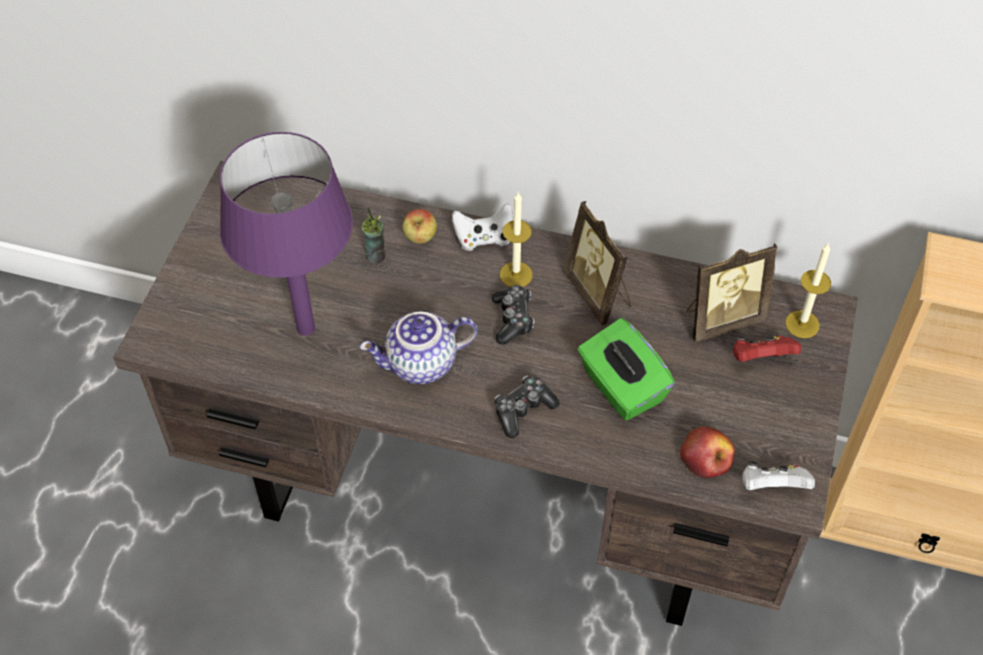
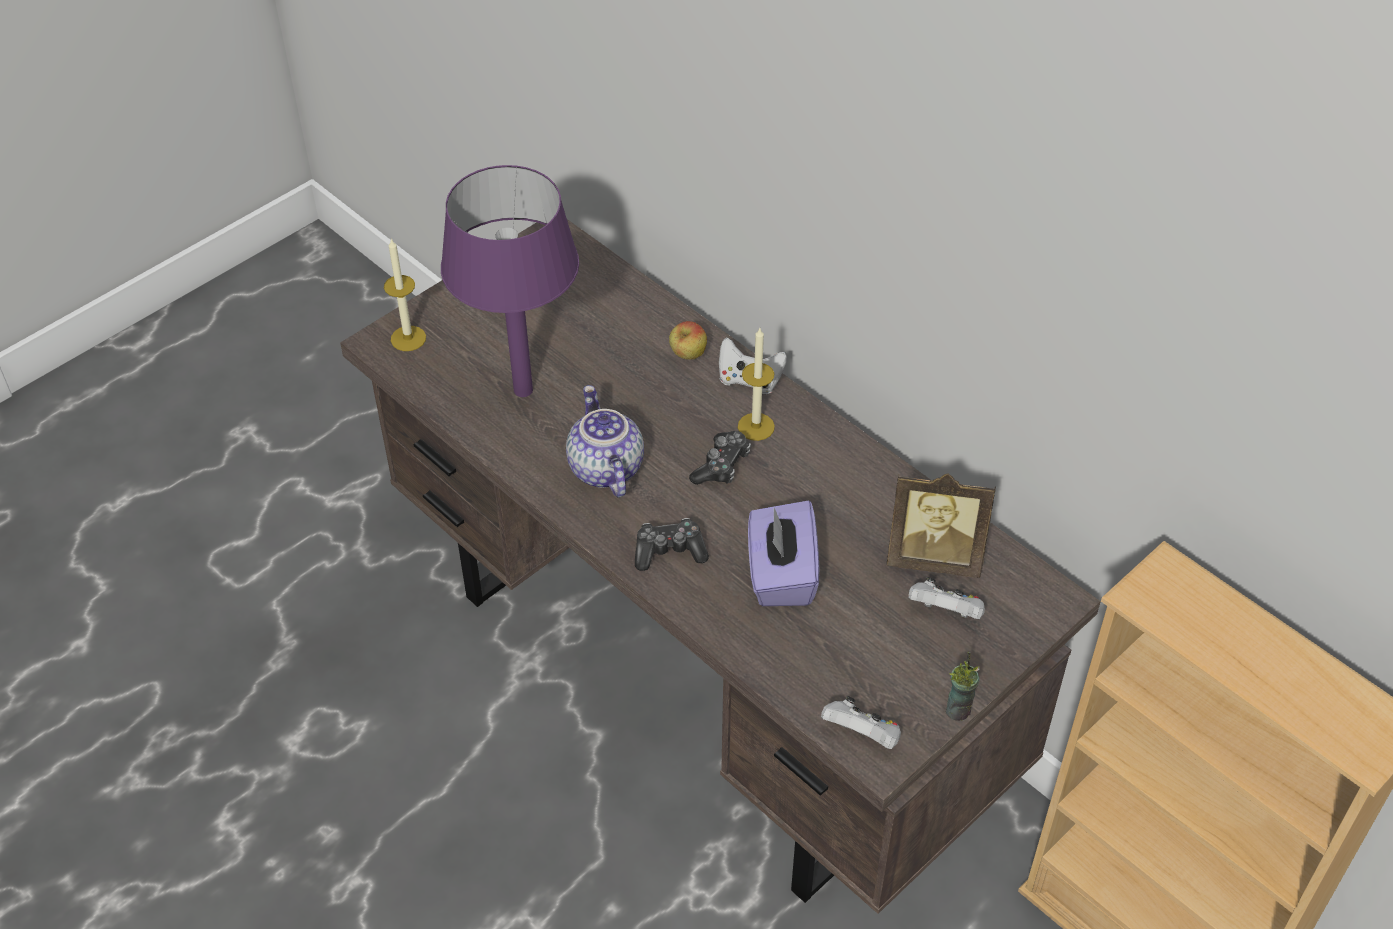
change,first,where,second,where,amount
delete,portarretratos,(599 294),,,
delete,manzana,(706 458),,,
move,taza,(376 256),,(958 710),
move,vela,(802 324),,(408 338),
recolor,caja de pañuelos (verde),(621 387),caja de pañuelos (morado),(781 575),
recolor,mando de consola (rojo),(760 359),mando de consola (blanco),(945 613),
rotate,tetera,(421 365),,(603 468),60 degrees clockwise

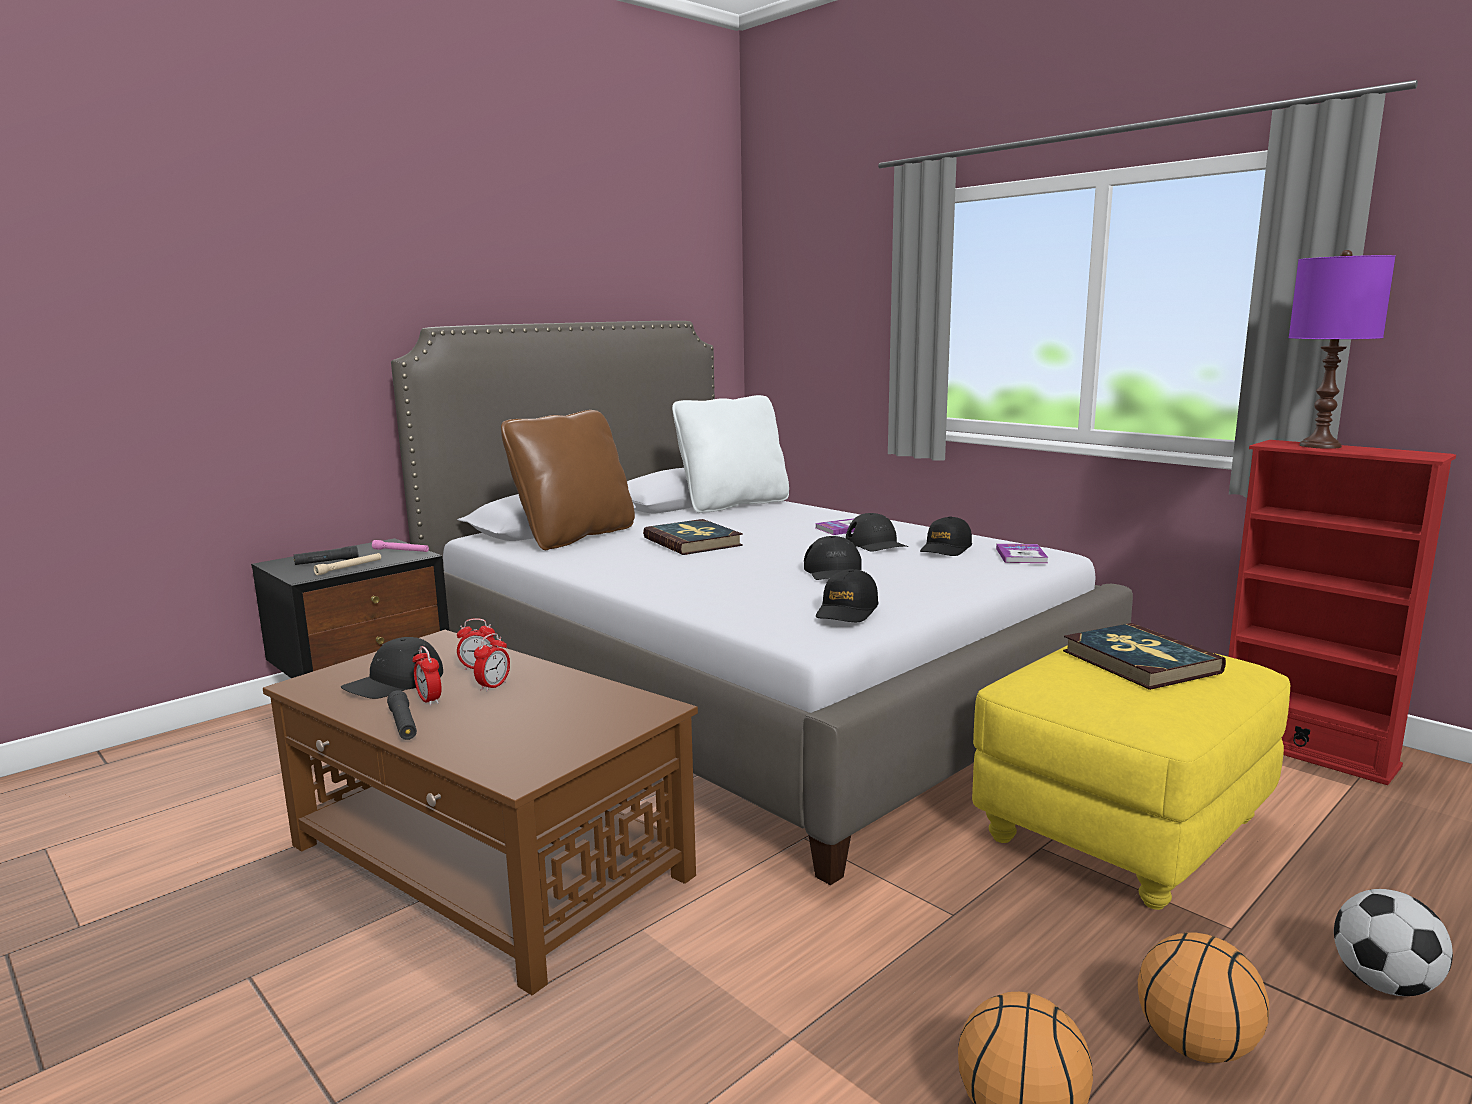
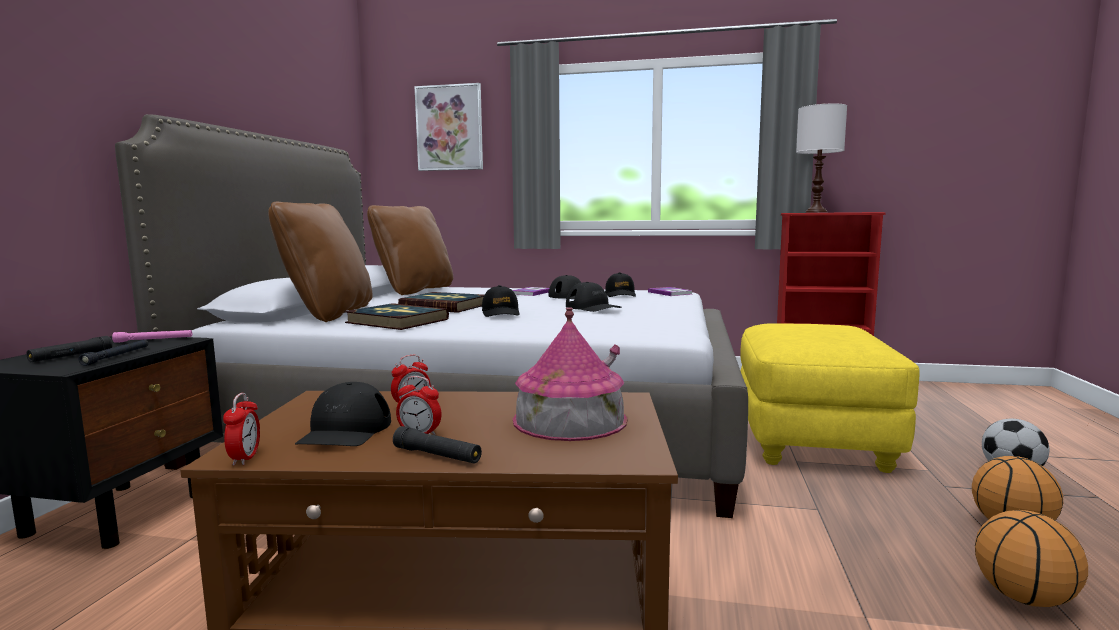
change,first,where,second,where,amount
insert,,,cuadro,(449 128),
insert,,,casita,(569 420),
move,despertador,(493 686),,(245 458),
move,gorra (negro),(847 611),,(501 313),
move,libro,(1139 662),,(396 321),
recolor,linterna (beis),(349 568),linterna (negro),(117 356),
recolor,cojín (blanco),(733 504),cojín (marrón),(414 290),
recolor,lámpara de mesa (morado),(1319 445),lámpara de mesa (blanco),(815 212),

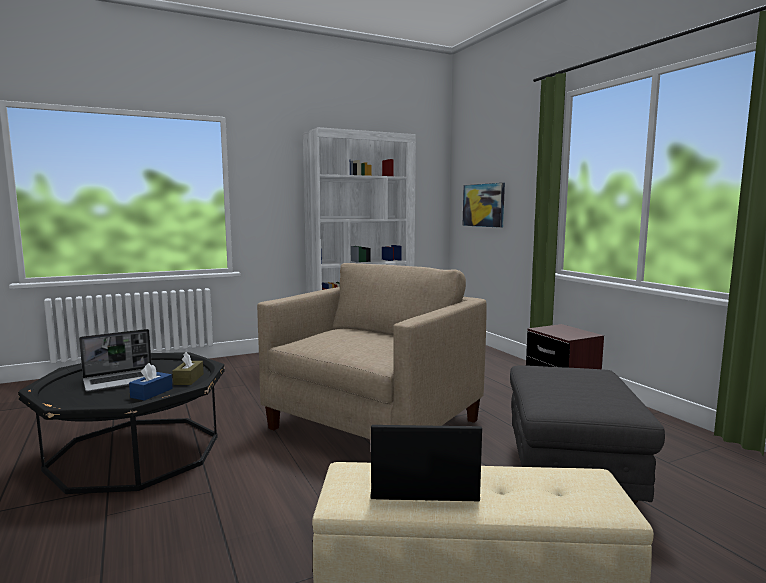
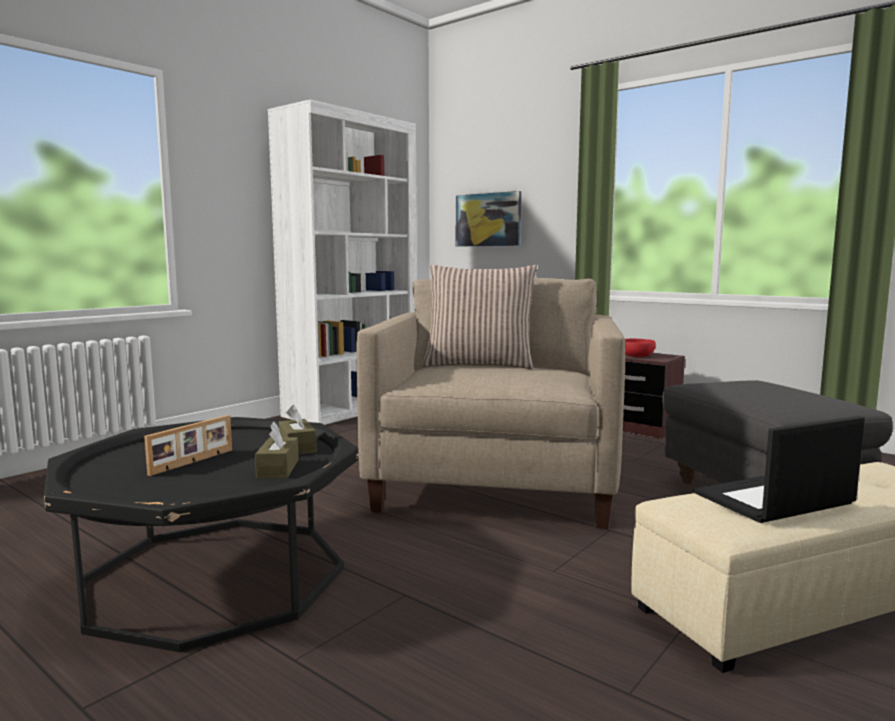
change,first,where,second,where,amount
insert,,,cojín,(479 364),
insert,,,cuenco (rojo),(636 356),
replace,portátil,(122 381),portarretratos,(193 462),
recolor,caja de pañuelos (azul),(151 393),caja de pañuelos (marrón),(278 468),

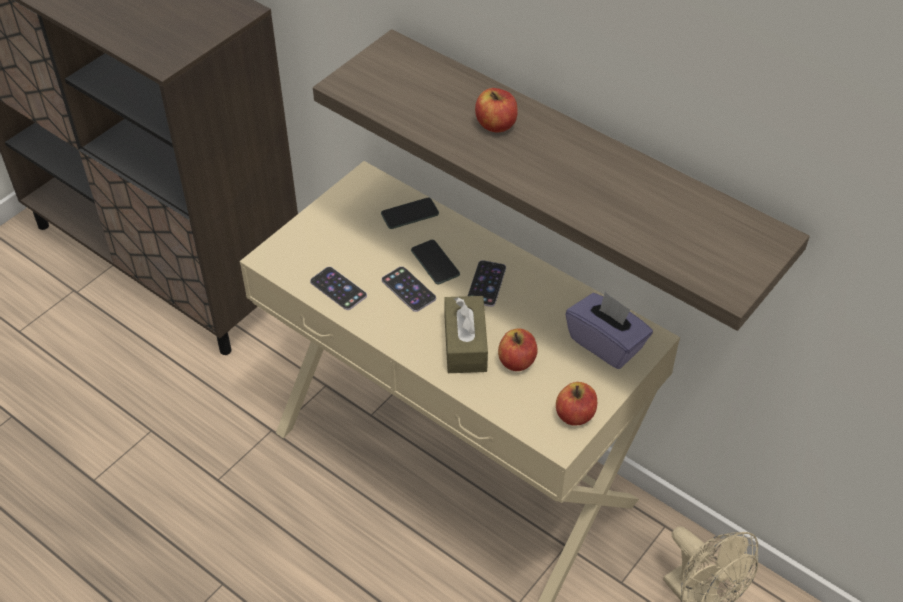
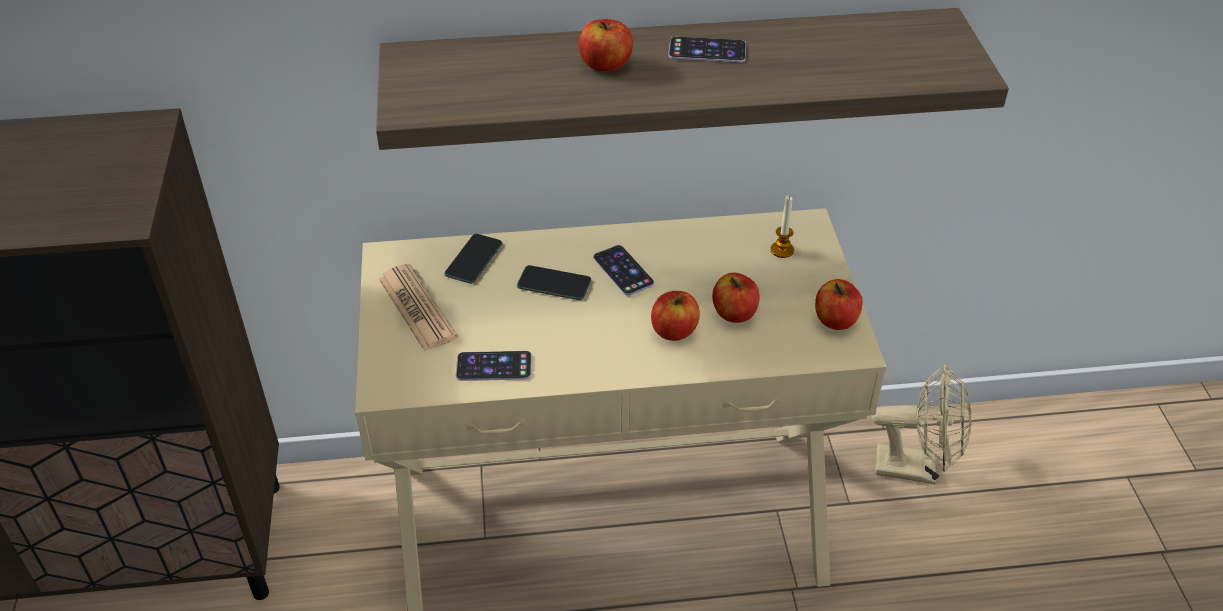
change,first,where,second,where,amount
insert,,,periódico,(417 308),
move,móvil,(408 289),,(707 50),
replace,caja de pañuelos (marrón),(465 344),manzana,(674 330),
replace,caja de pañuelos (morado),(606 343),vela,(782 250),

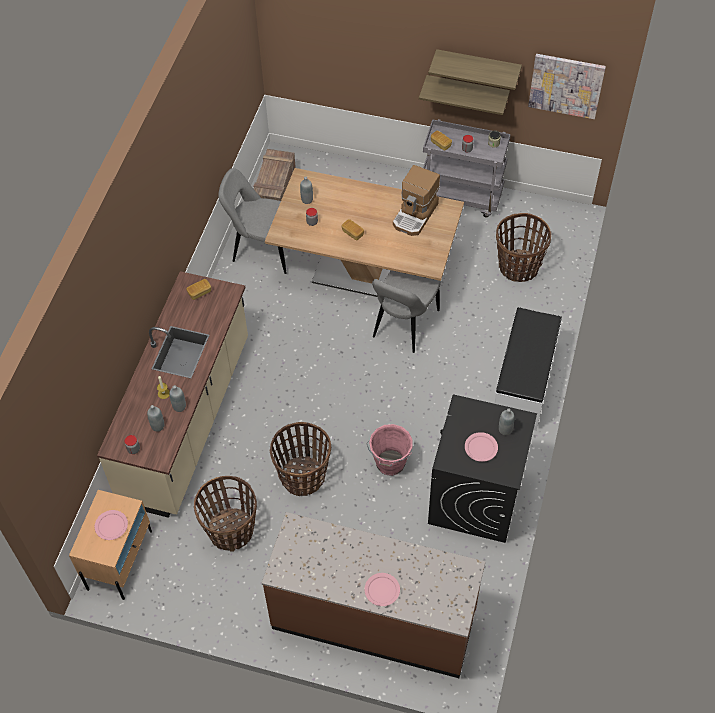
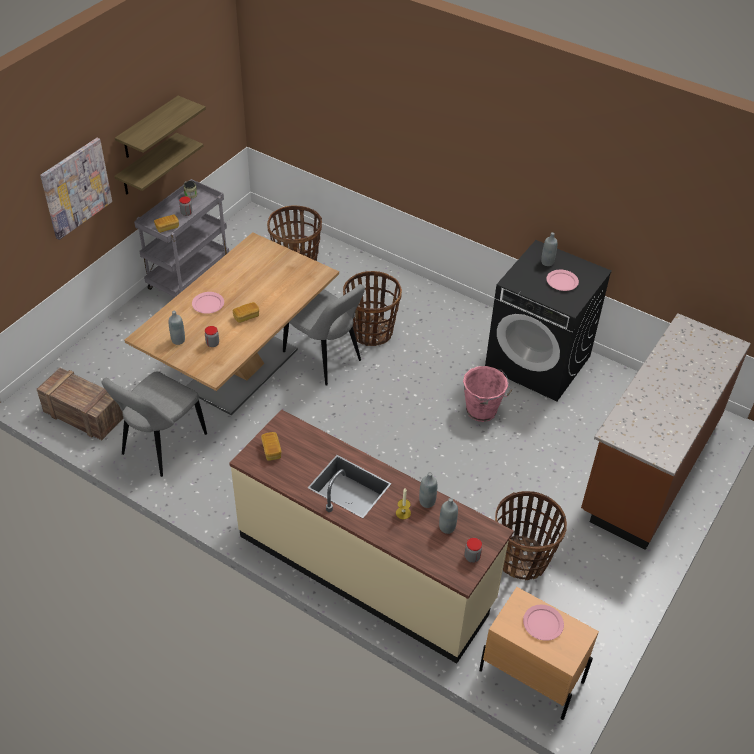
change,first,where,second,where,amount
delete,cafetera,(415 215),,,
delete,banco (blanco),(524 383),,,
move,cesta,(303 476),,(371 332),
move,plato (rosa),(382 590),,(208 304),
move,cuadro,(566 85),,(76 188),

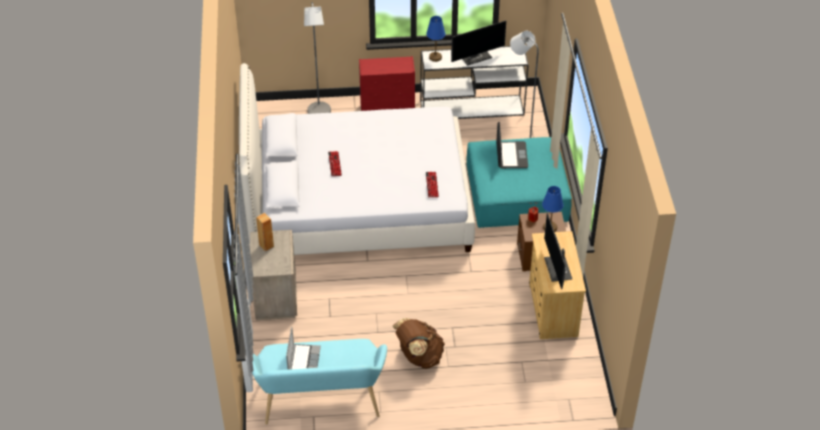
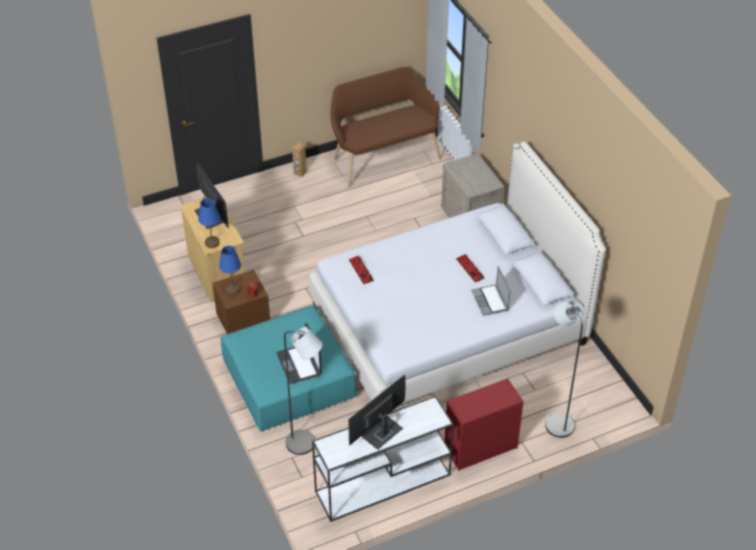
change,first,where,second,where,amount
delete,mochila (marrón),(419 357),,,
move,altavoz (marrón),(266 245),,(300 173),
move,portátil,(303 360),,(490 301),
move,lámpara de mesa (azul),(435 57),,(212 243),
recolor,banco (turquesa),(321 403),banco (marrón),(383 157),

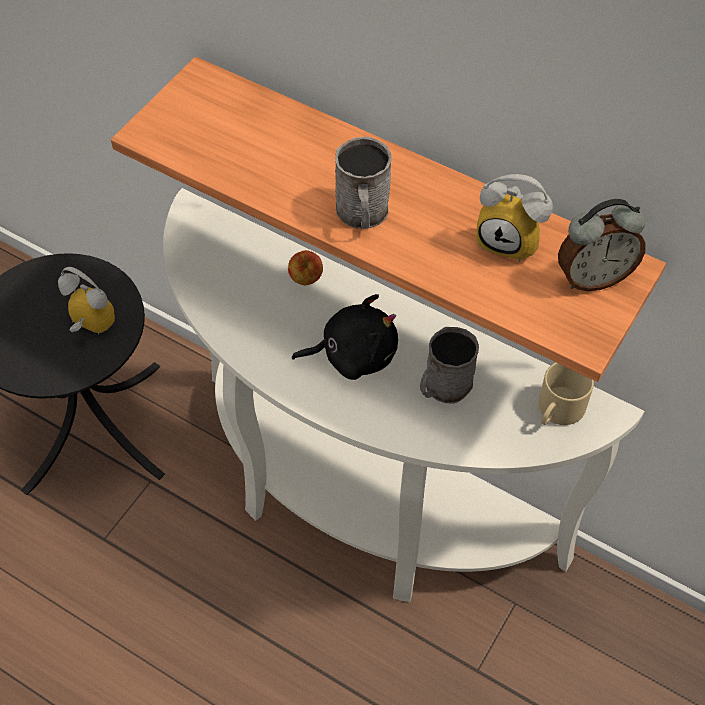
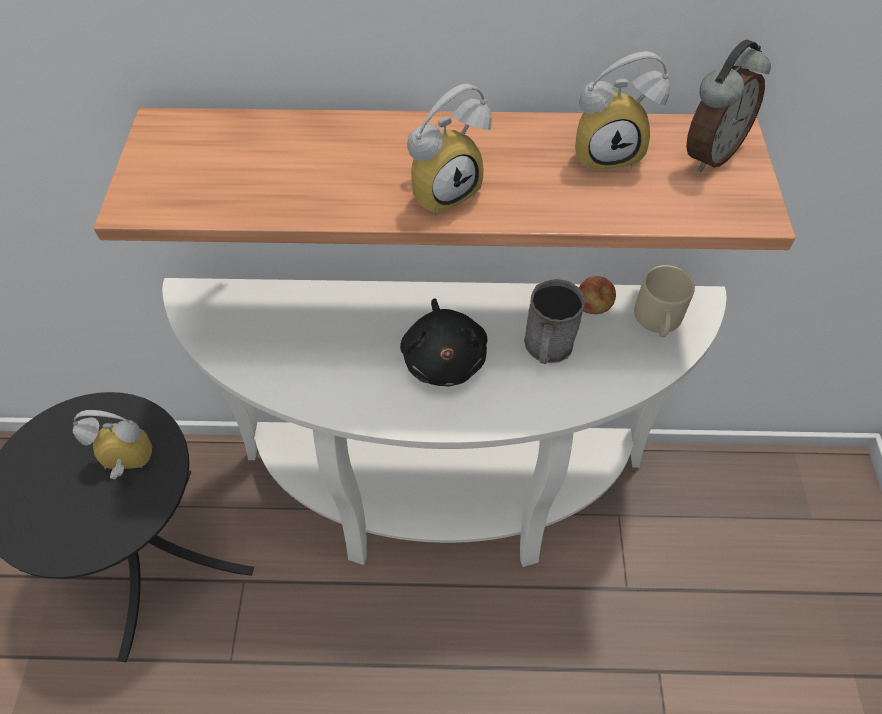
change,first,where,second,where,amount
move,manzana,(305 279),,(592 307),
replace,taza grande (gris),(363 214),despertador,(443 189),
rotate,peluche (negro),(353 355),,(444 358),120 degrees clockwise

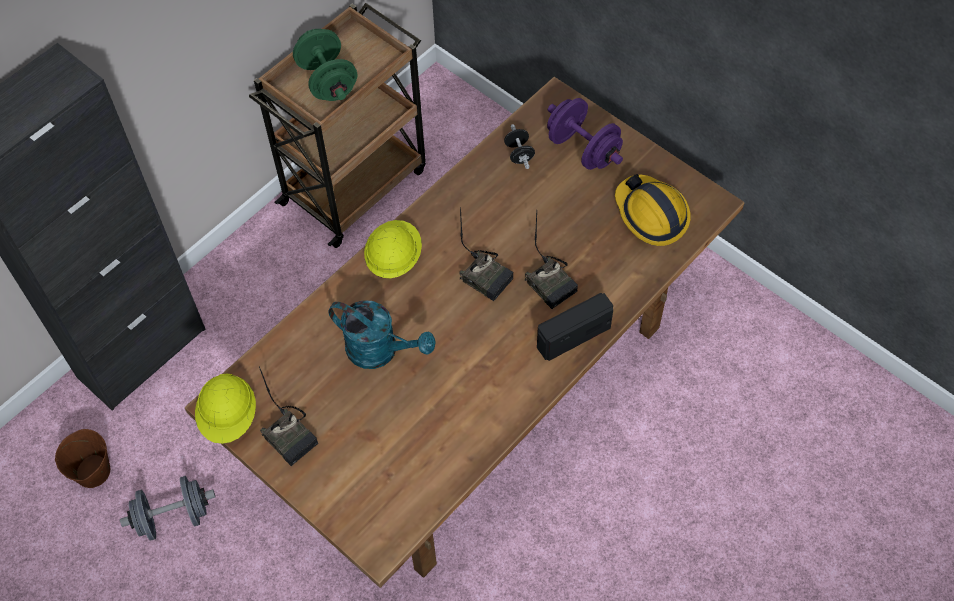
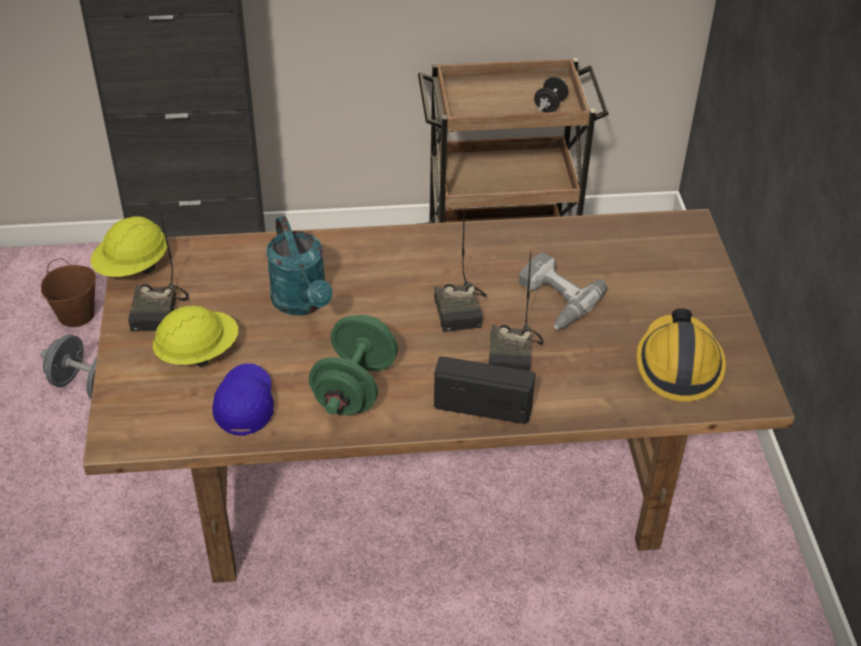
change,first,where,second,where,amount
delete,mancuerna (morado),(583 149),,,
insert,,,gorra (azul),(245 406),
insert,,,taladro,(553 300),
move,mancuerna (verde),(327 81),,(354 388),
move,casco (amarillo),(393 258),,(198 353),
move,mancuerna (negro),(519 154),,(550 106),

